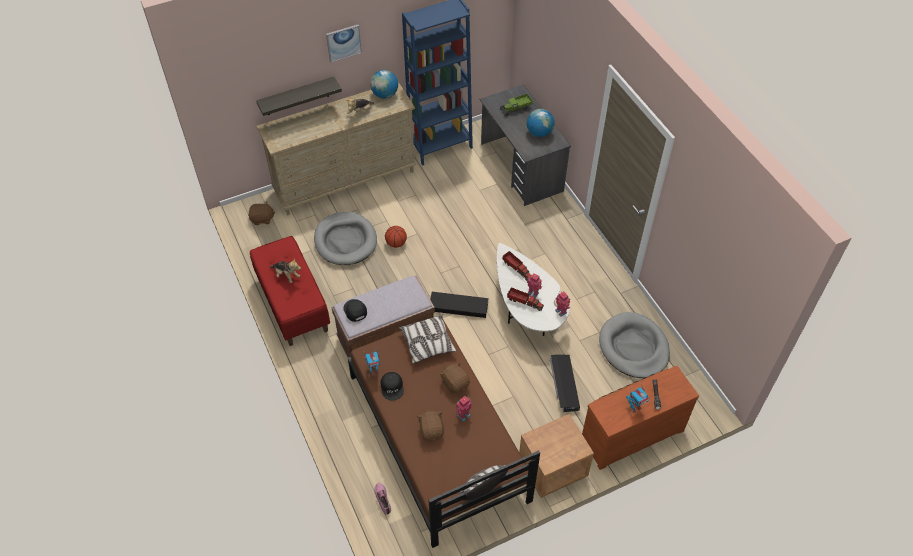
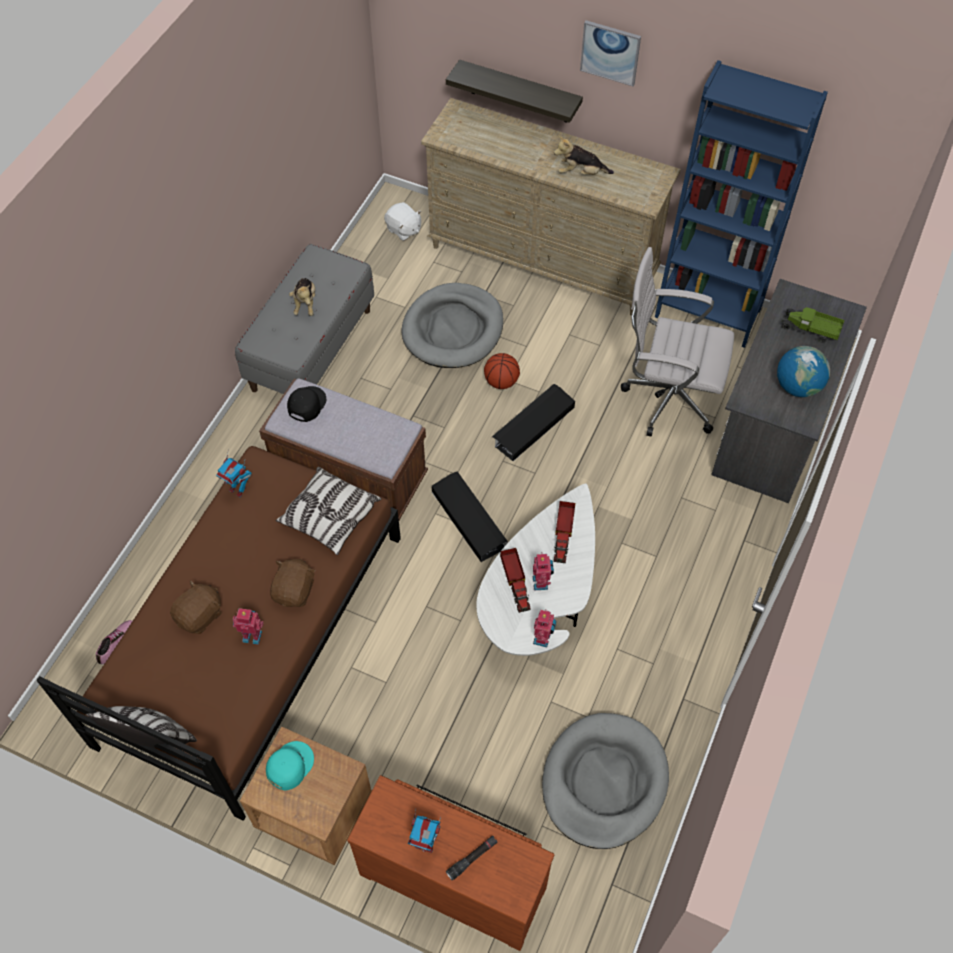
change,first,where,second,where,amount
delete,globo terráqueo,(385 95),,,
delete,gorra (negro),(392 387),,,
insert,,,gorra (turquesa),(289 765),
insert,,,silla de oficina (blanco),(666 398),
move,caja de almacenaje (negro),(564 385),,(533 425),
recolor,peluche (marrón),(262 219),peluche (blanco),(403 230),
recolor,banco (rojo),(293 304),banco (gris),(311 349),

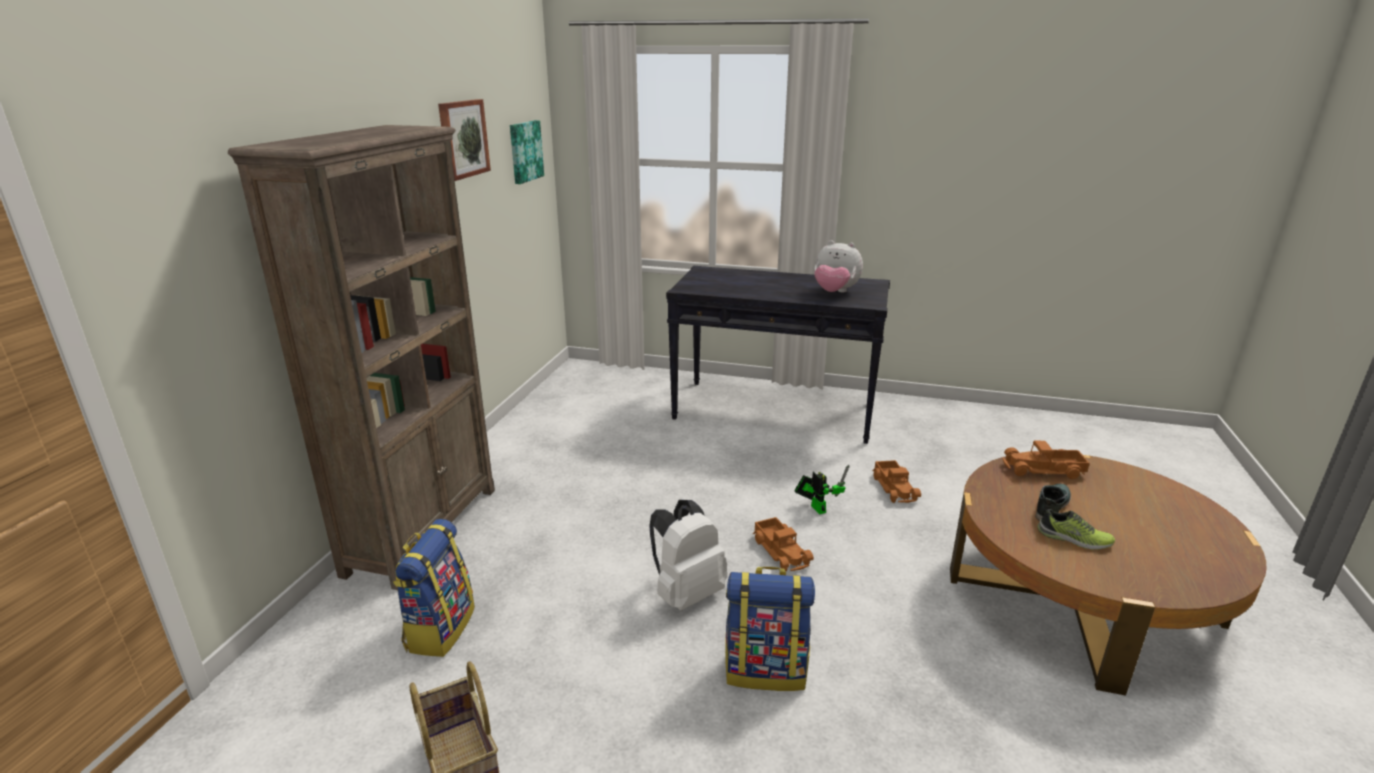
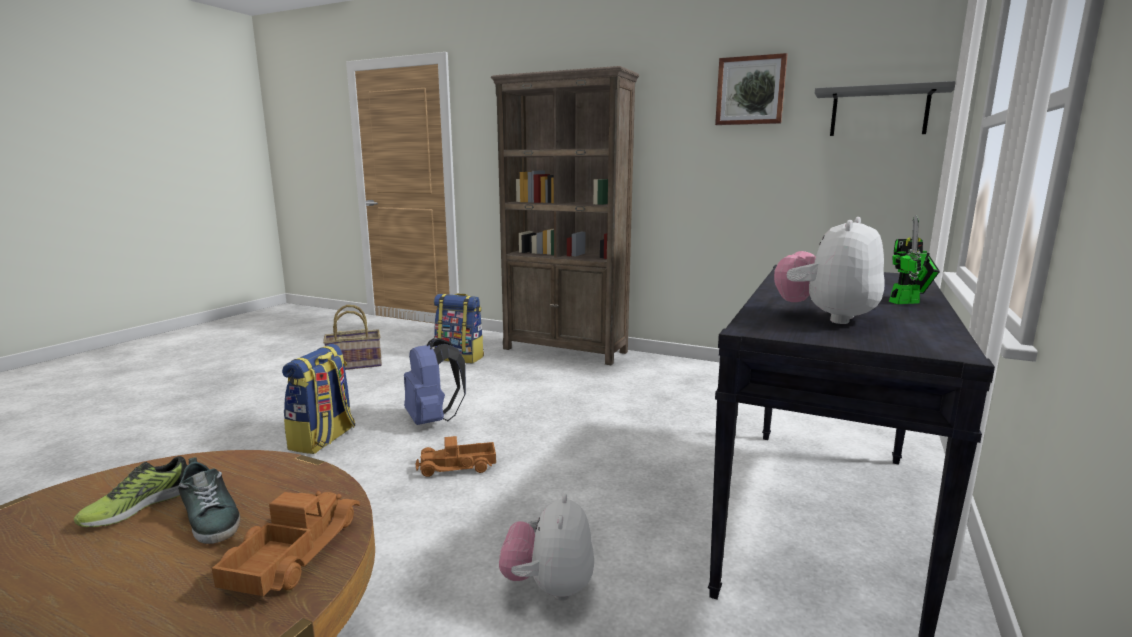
change,first,where,second,where,amount
move,robot de juguete,(816 507),,(908 302),
replace,cuadro,(525 151),estante (gris),(879 112),
replace,camión de juguete,(895 488),peluche,(549 587),
recolor,mochila (blanco),(686 593),mochila (azul),(433 420),

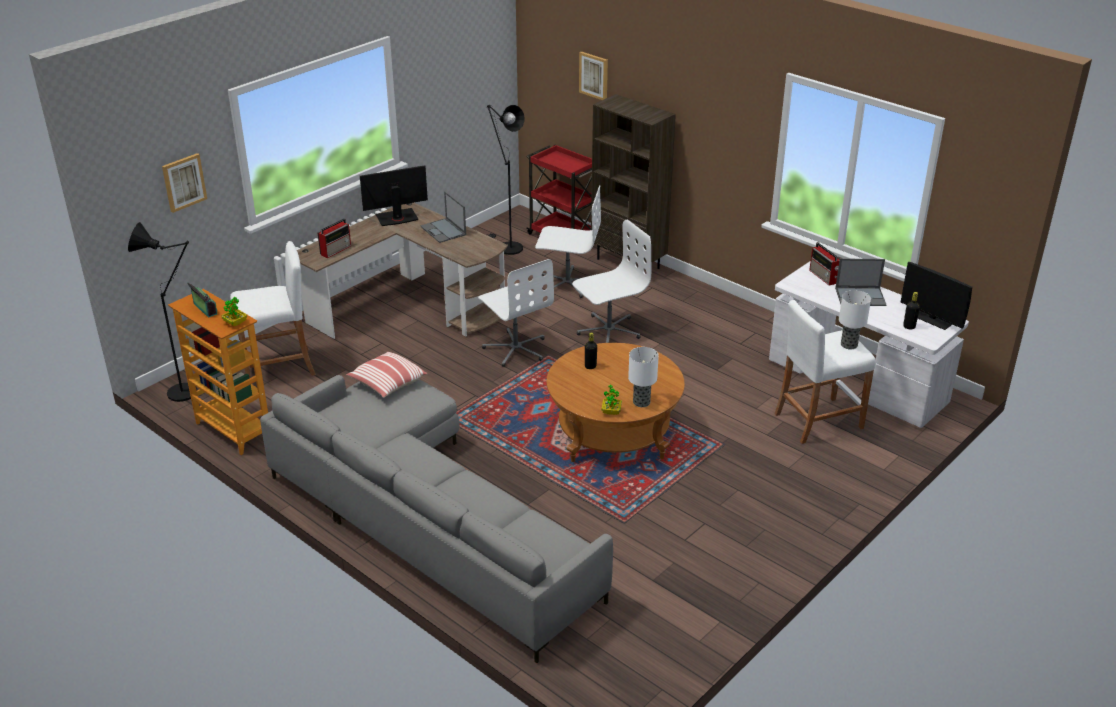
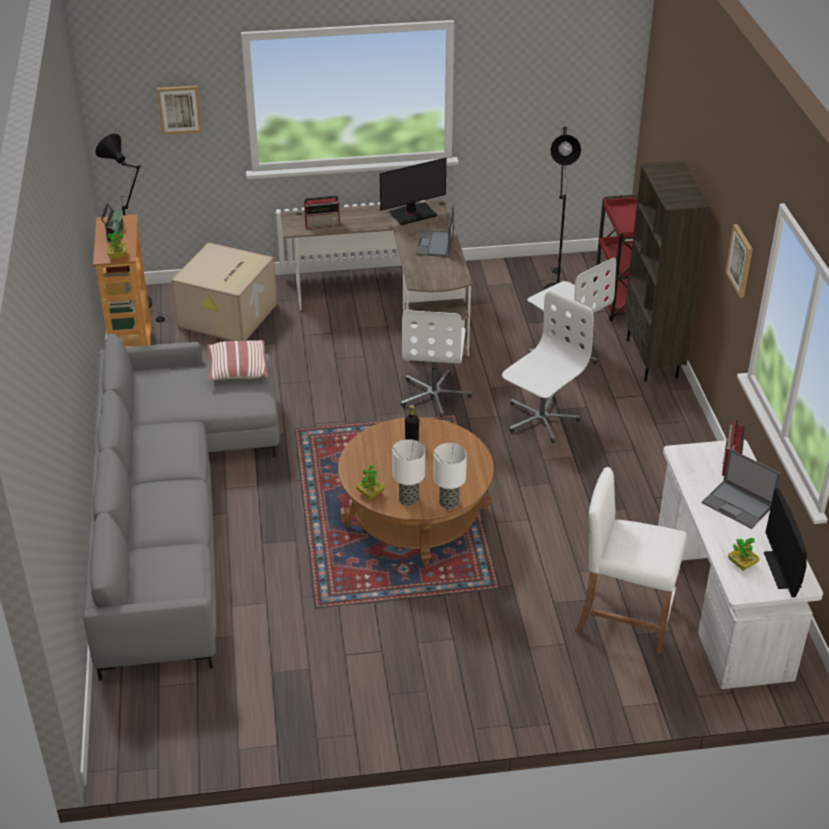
change,first,where,second,where,amount
move,cuadro,(594 75),,(740 260),
move,lámpara de mesa,(849 344),,(449 502),
replace,taburete (blanco),(278 367),caja de cartón,(228 316),
replace,botella (negro),(909 327),planta en maceta,(742 564),
rotate,monitor,(397 218),,(412 214),135 degrees clockwise
rotate,silla de oficina (blanco),(608 331),,(540 419),60 degrees counterclockwise

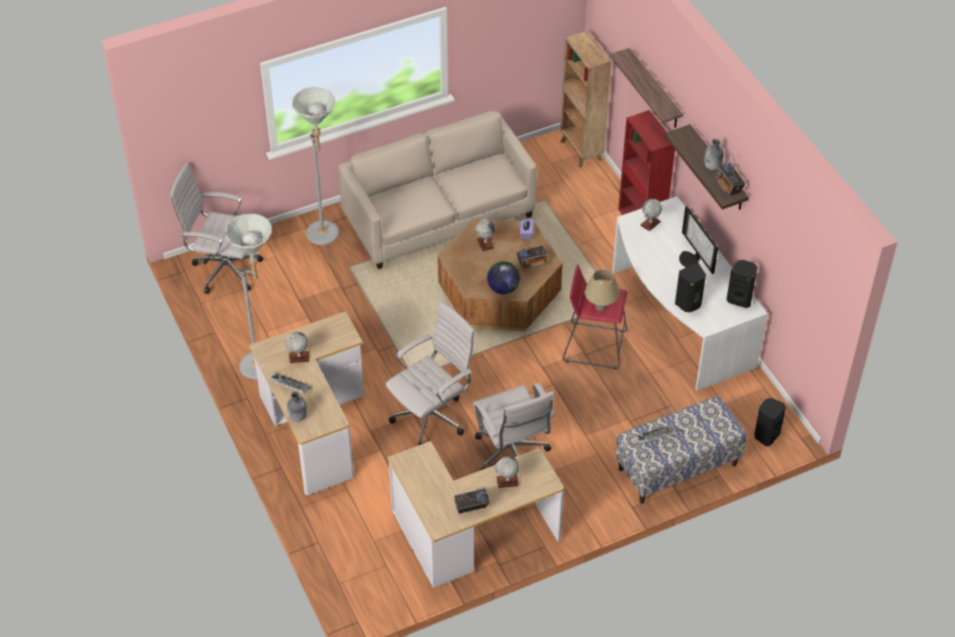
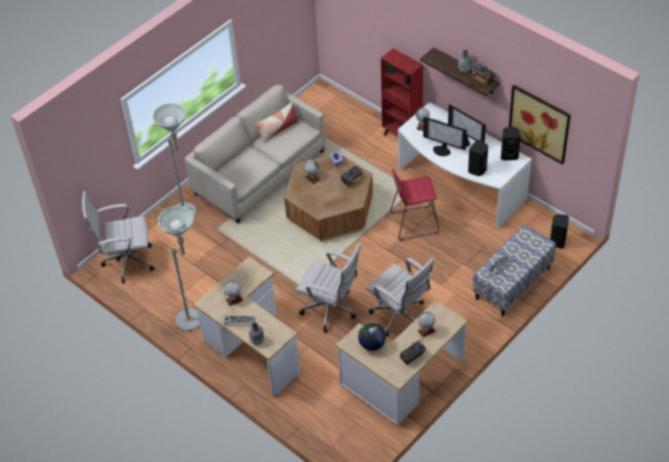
change,first,where,second,where,amount
delete,estantería (marrón),(581 151),,,
delete,lámpara de mesa (beis),(600 307),,,
delete,estante,(654 90),,,
insert,,,cojín,(278 129),
insert,,,monitor,(442 149),
insert,,,cuadro,(539 123),
move,globo terráqueo,(503 288),,(372 344),
rotate,silla de oficina (blanco),(432 417),,(331 310),90 degrees clockwise

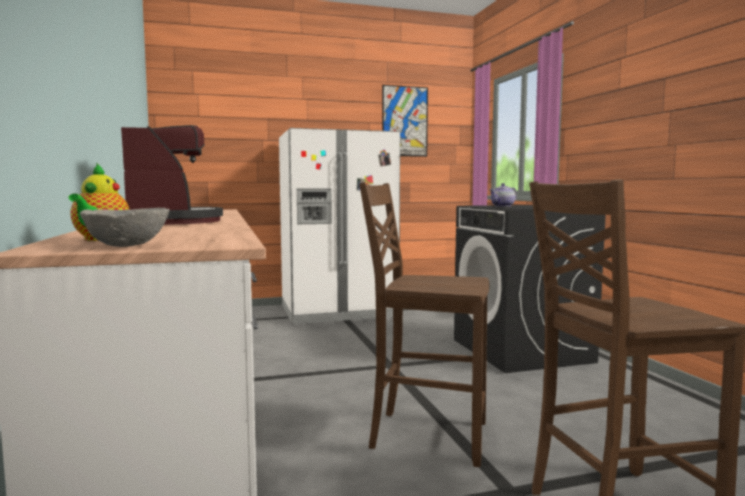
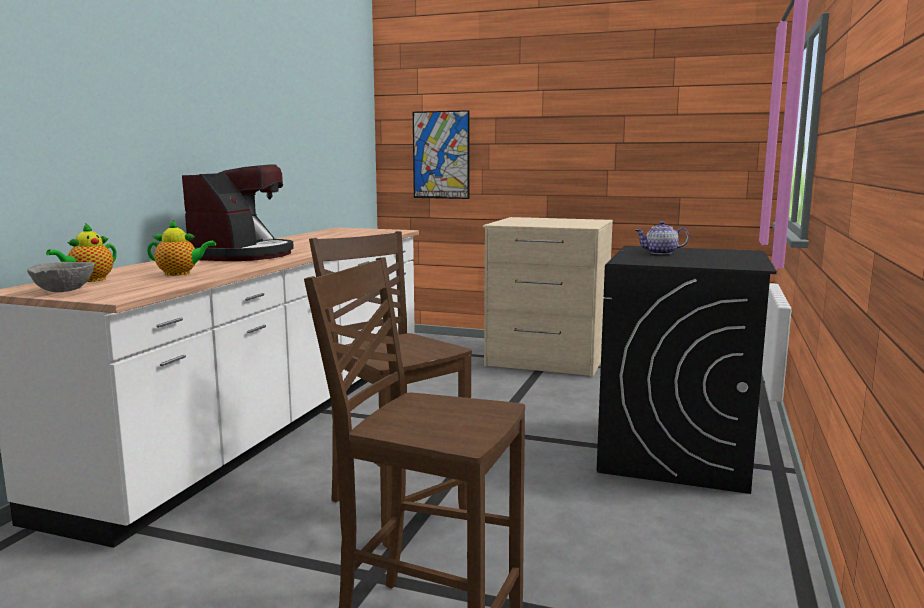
change,first,where,second,where,amount
insert,,,tetera,(180 274),
move,cuadro,(404 121),,(441 155),
replace,nevera (blanco),(337 311),cómoda (beis),(547 359),

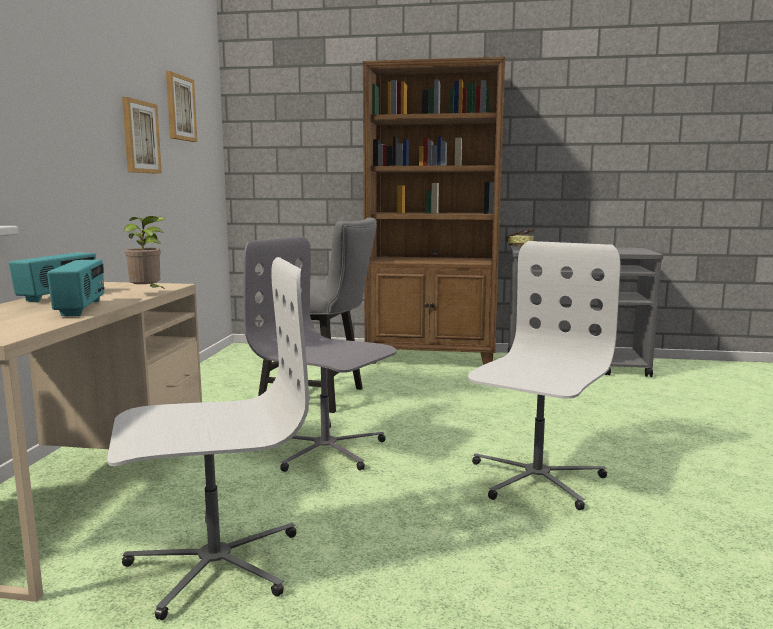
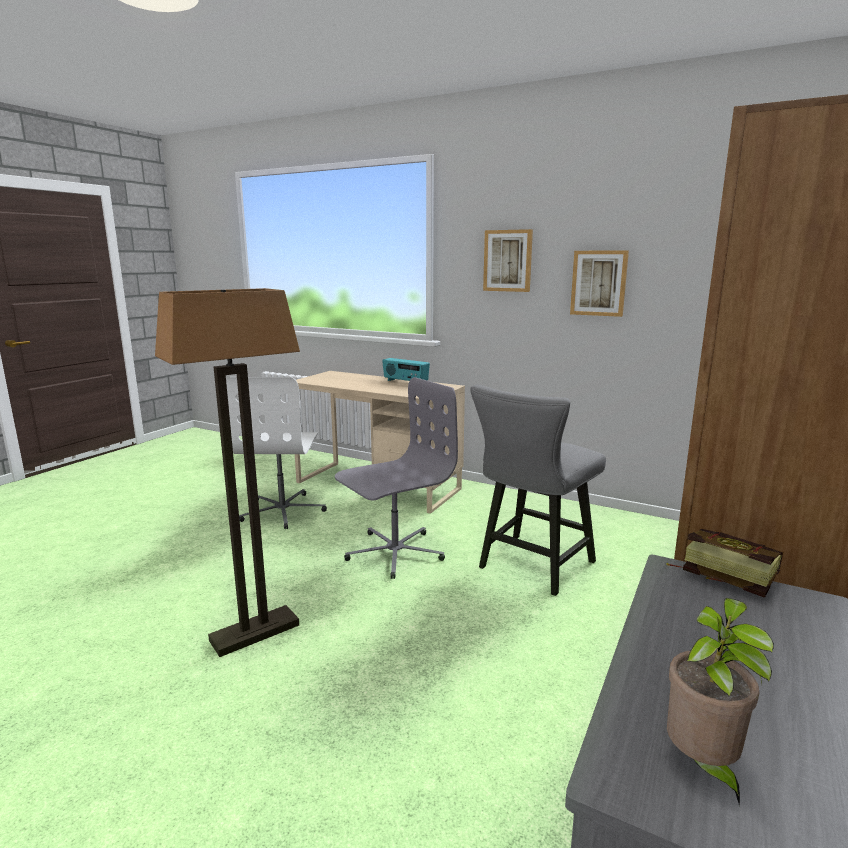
change,first,where,second,where,amount
delete,radio,(82 308),,,
move,planta en maceta,(148 293),,(702 767),
move,cuadro,(180 108),,(508 261),
replace,silla de oficina (blanco),(535 479),lámpara de pie,(254 633),

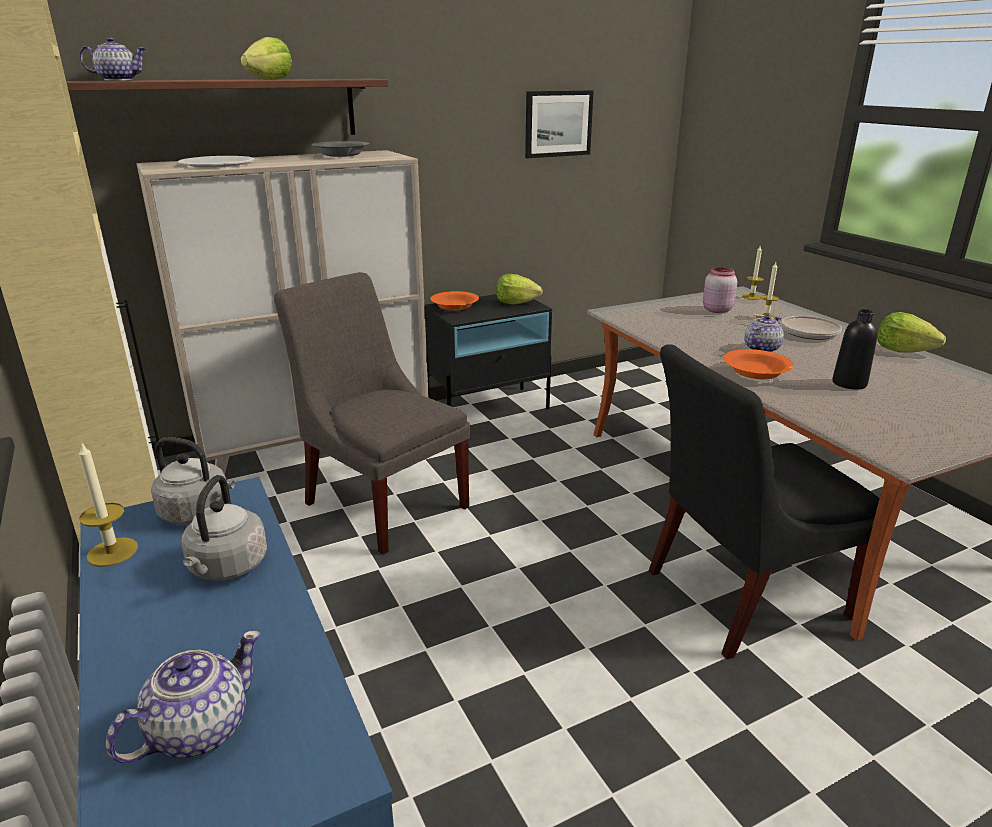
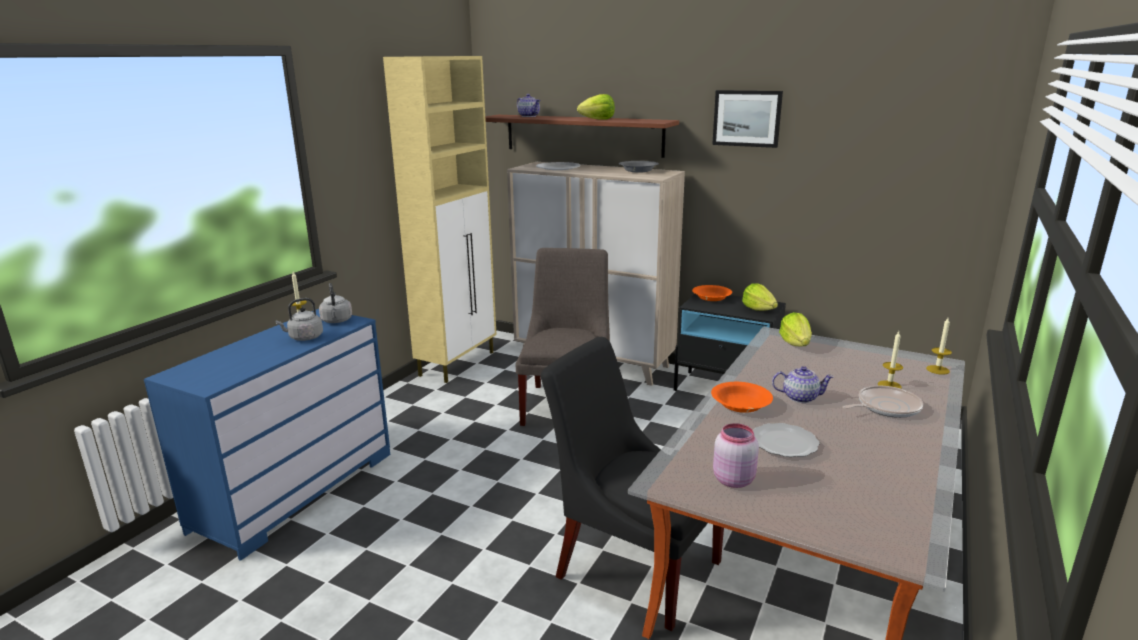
change,first,where,second,where,amount
delete,tetera,(197 730),,,
move,cuadro,(558 123),,(747 118),
move,tarro (rosa),(716 310),,(733 479),
move,lechuga,(903 350),,(795 344),
replace,botella (negro),(849 383),plato,(784 443),
rotate,sartén,(805 332),,(885 407),105 degrees counterclockwise

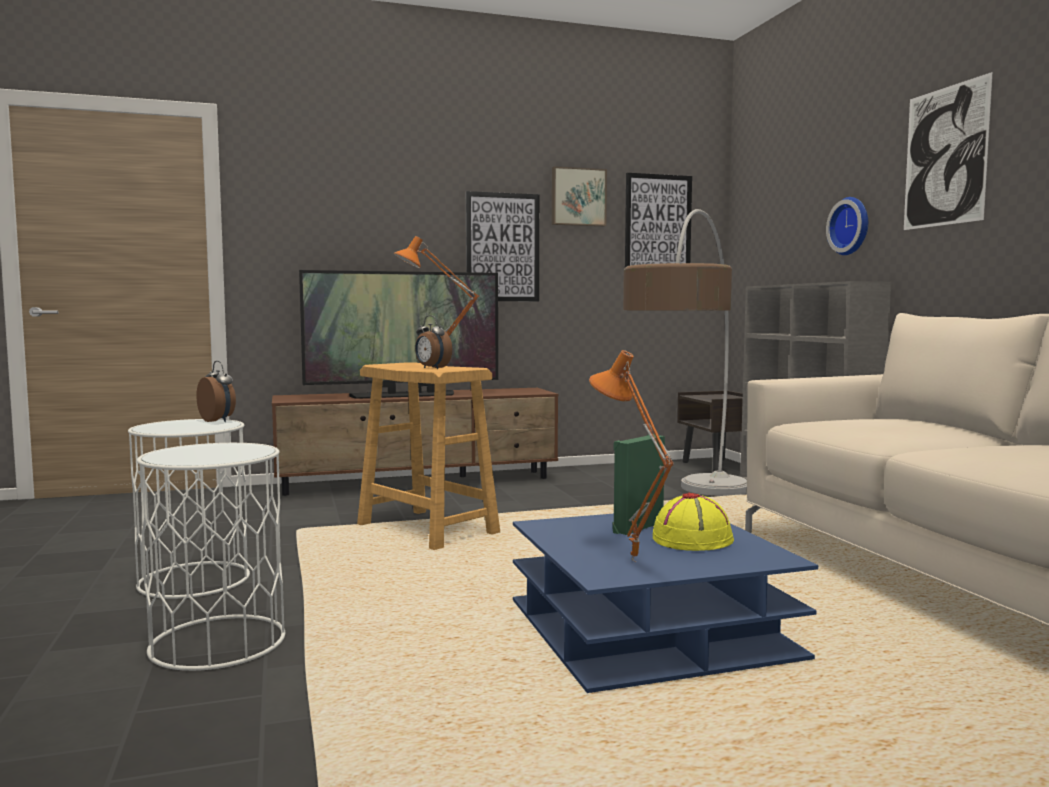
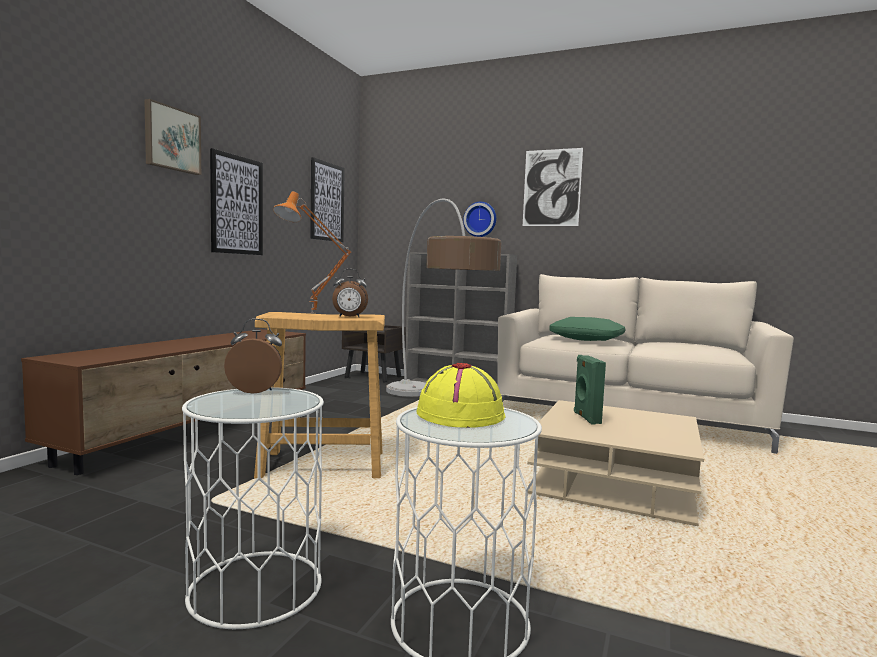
change,first,where,second,where,amount
delete,televisor,(403 395),,,
delete,lámpara de mesa (naranja),(630 561),,,
insert,,,cojín (verde),(587 339),
move,cuadro,(578 197),,(171 139),
move,sombrero (amarillo),(692 539),,(461 414),
recolor,mesa de centro (azul),(649 630),mesa de centro (beis),(614 482),

